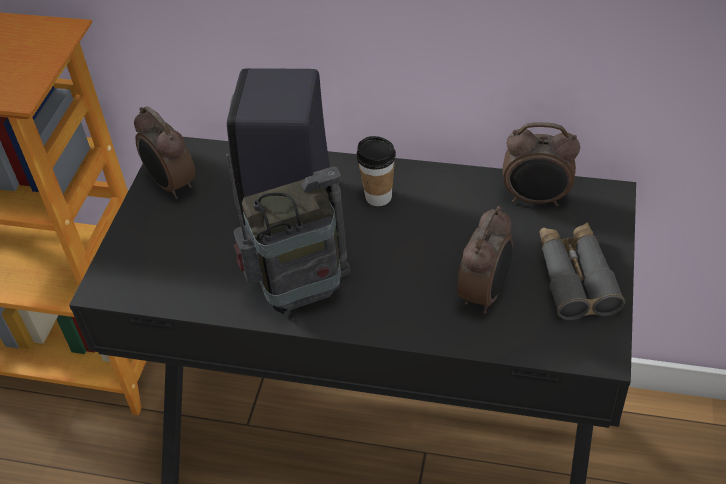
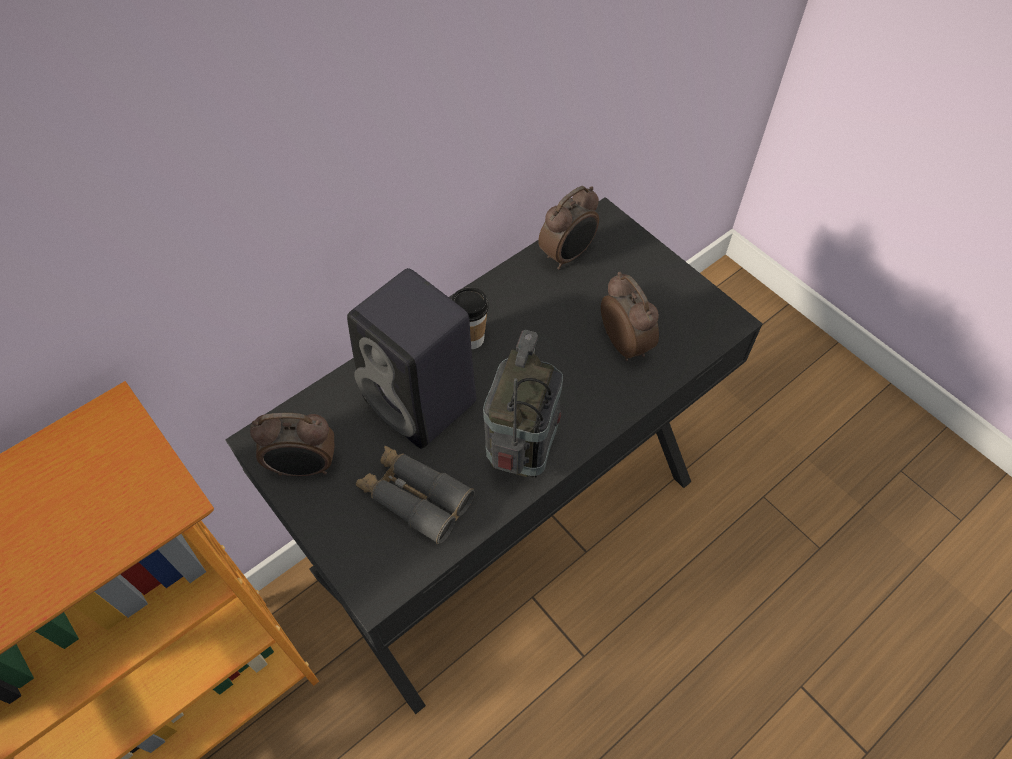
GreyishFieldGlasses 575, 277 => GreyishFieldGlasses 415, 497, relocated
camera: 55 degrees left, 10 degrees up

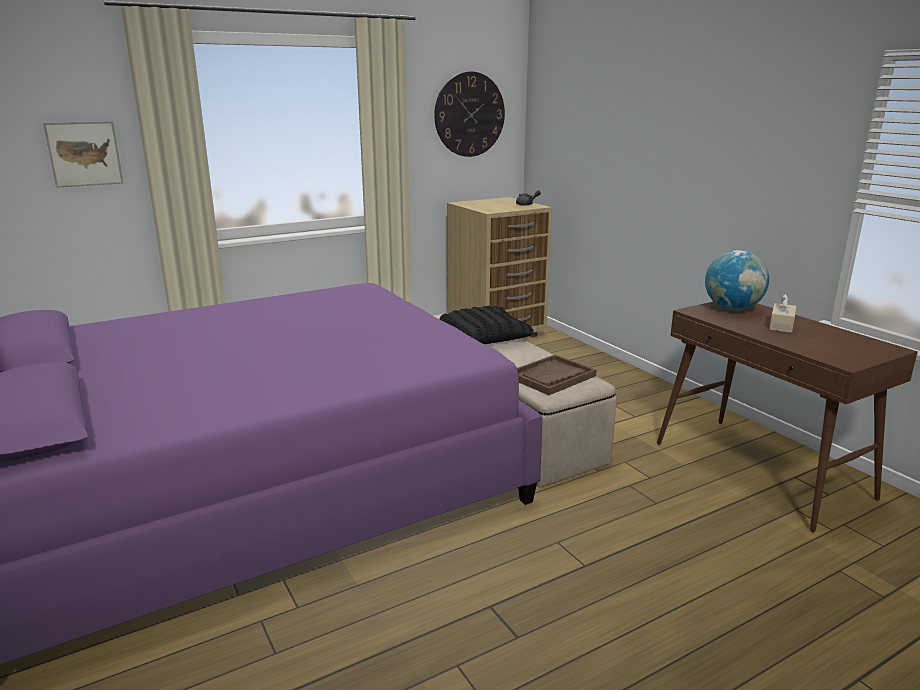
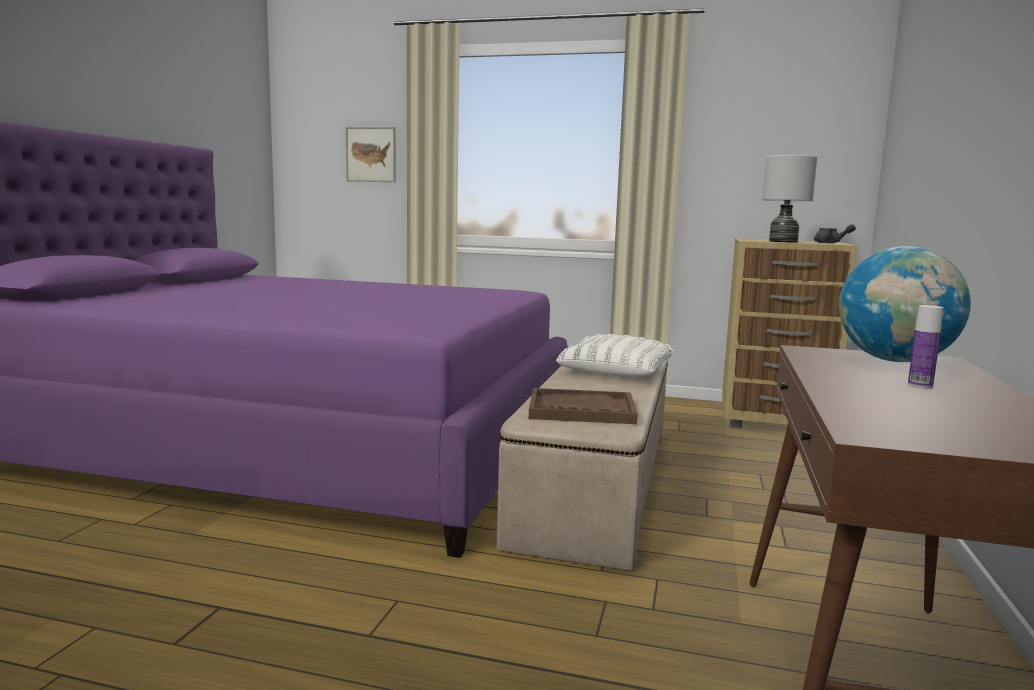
WallClock 469, 114 => nothing
nothing => GreyishTableLamp 783, 242
BeigeColouredBoxOfTissues 781, 325 => BeverageBottle 920, 386
BlackColouredCushion 485, 336 => WhitishCushion 615, 370
camera: 45 degrees right, 10 degrees down

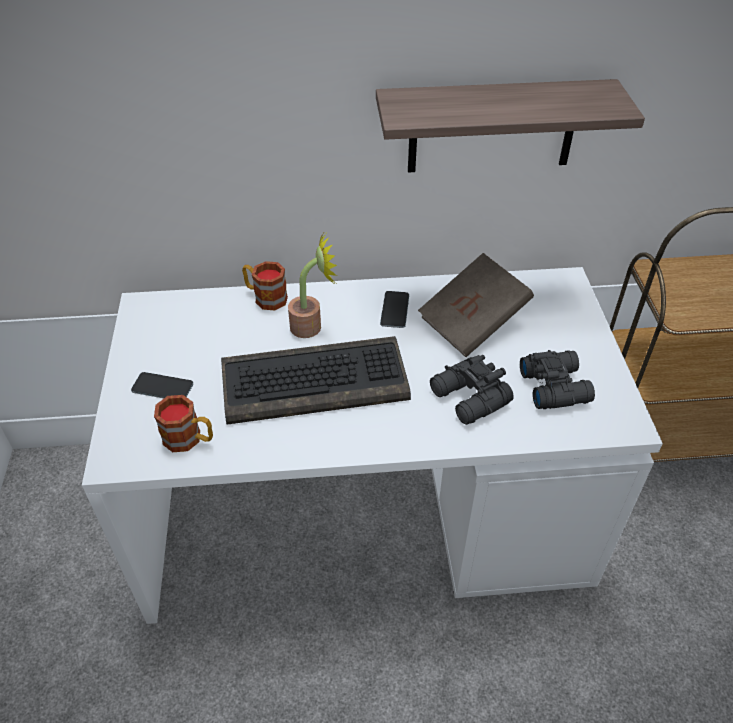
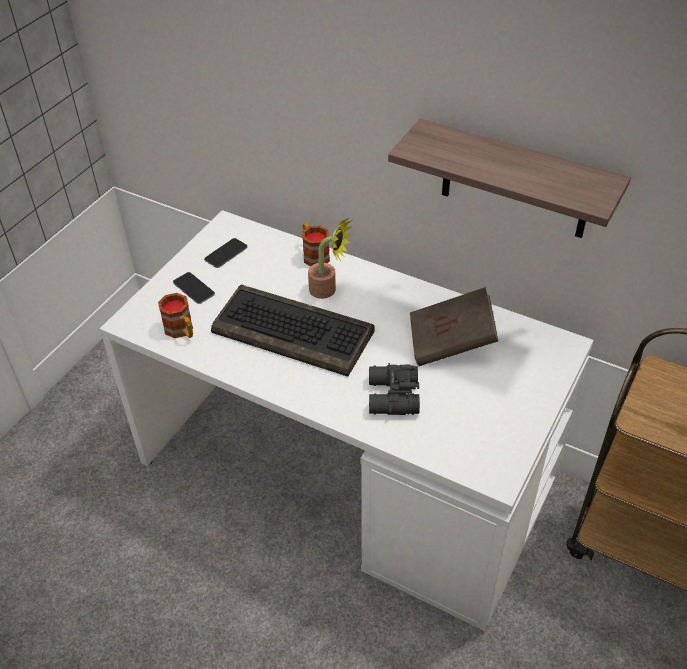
BlackColouredFieldGlasses 555, 385 => nothing
Telephone 395, 310 => Telephone 226, 253, relocated
camera: 35 degrees right, 0 degrees up

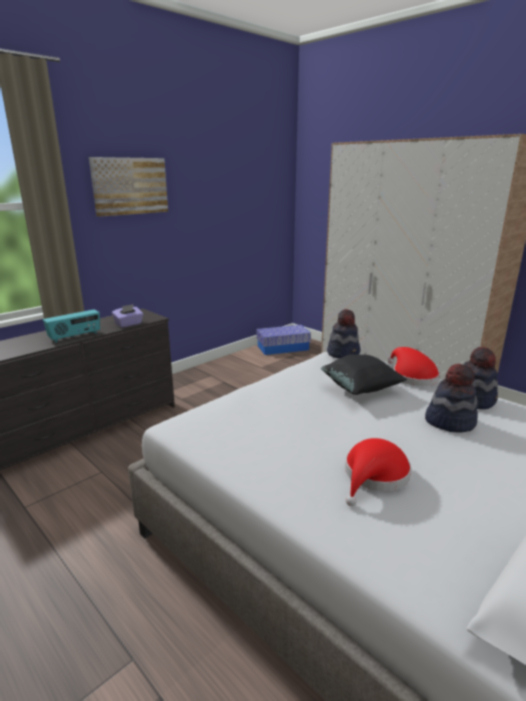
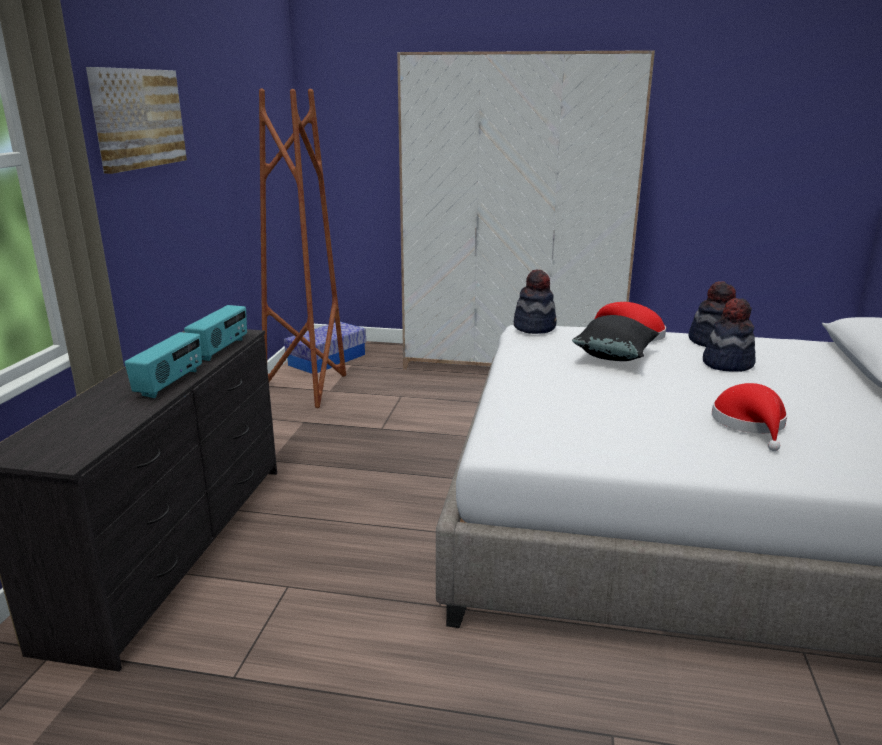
nothing => BrownGarmentStand 309, 389
PurplishBoxOfTissues 129, 324 => RadioReceiver 221, 349
camera: 35 degrees left, 0 degrees up

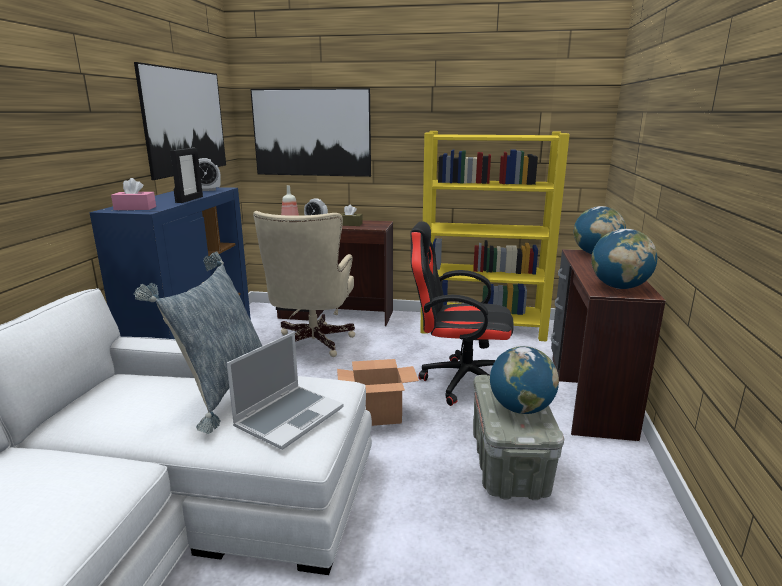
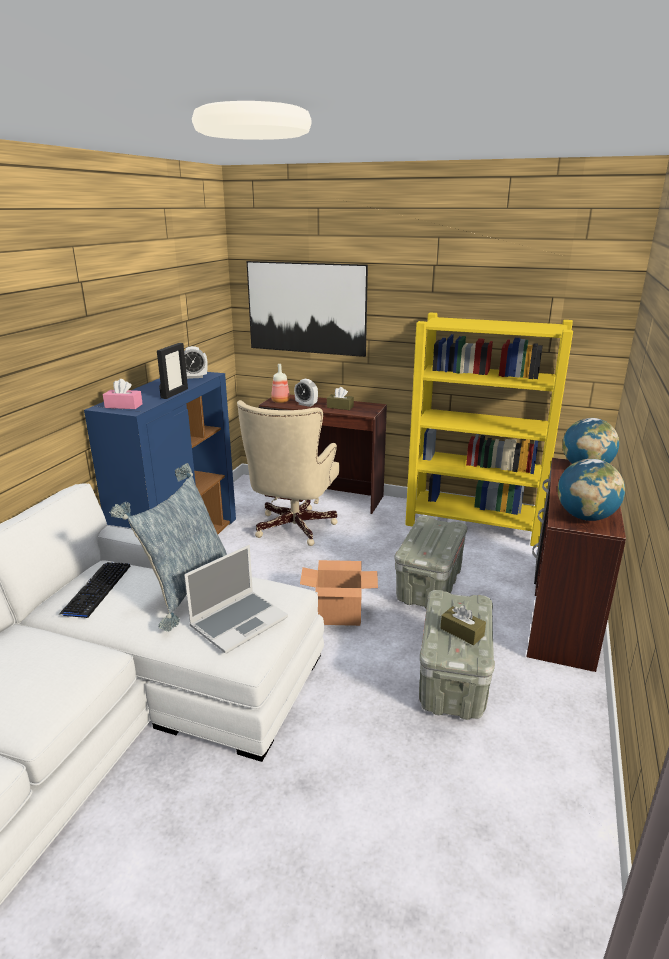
WallArt 186, 121 => nothing
nothing => Keyboard 97, 590
BlackColouredOfficeChair 458, 381 => GreyishStorageBox 428, 585
WorldGlobe 520, 408 => BrownBoxOfTissues 462, 632
camera: 10 degrees right, 5 degrees up

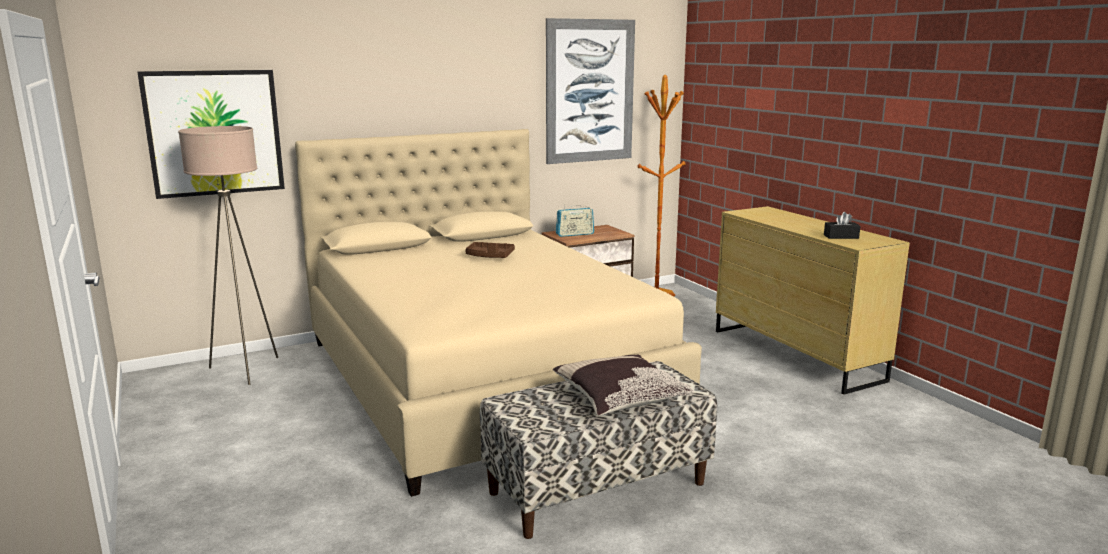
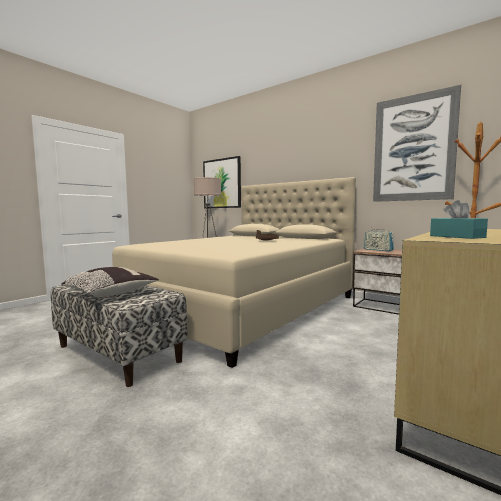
BlackColouredBoxOfTissues 841, 236 => TurquoiseColouredBoxOfTissues 456, 236
camera: 65 degrees right, 10 degrees down

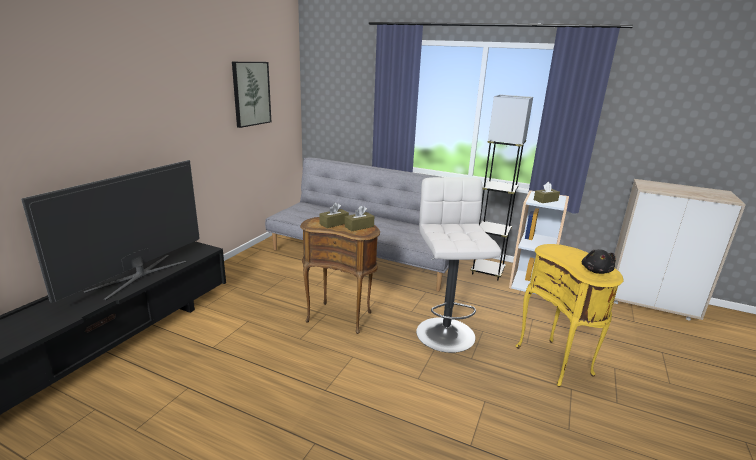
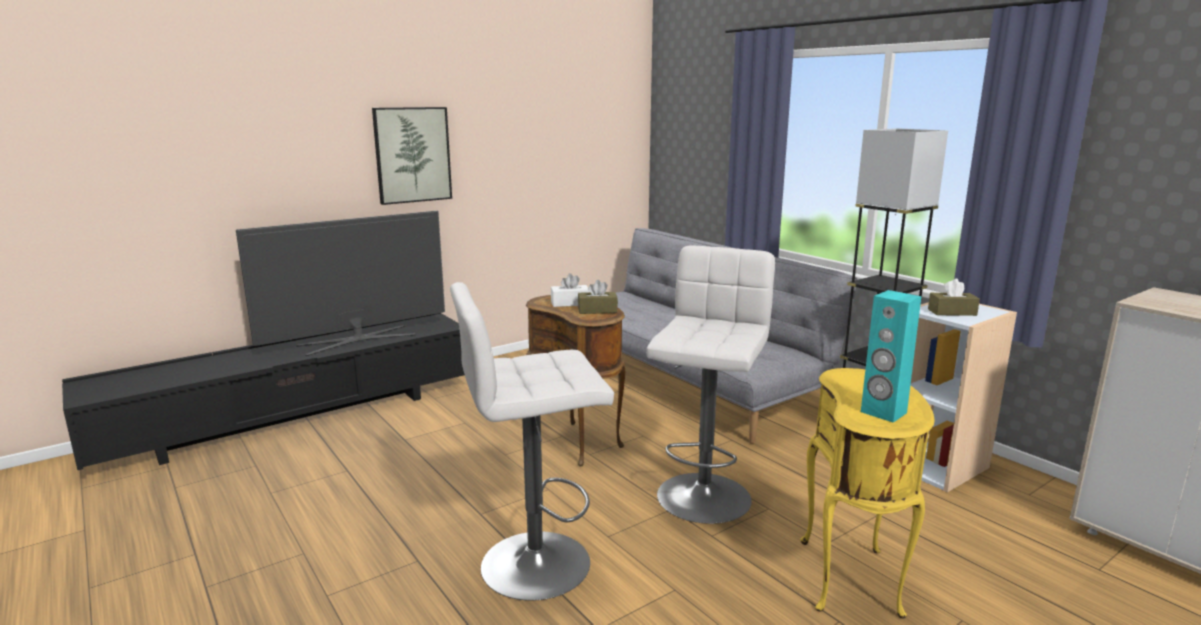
nothing => WhitishStool 534, 564
WallArt 251, 93 => WallArt 412, 155, relocated
BlackColouredCuddlyToy 596, 271 => TurquoiseColouredAudioSpeaker 883, 412
BrownBoxOfTissues 334, 223 => WhitishBoxOfTissues 570, 303
camera: 30 degrees right, 5 degrees down

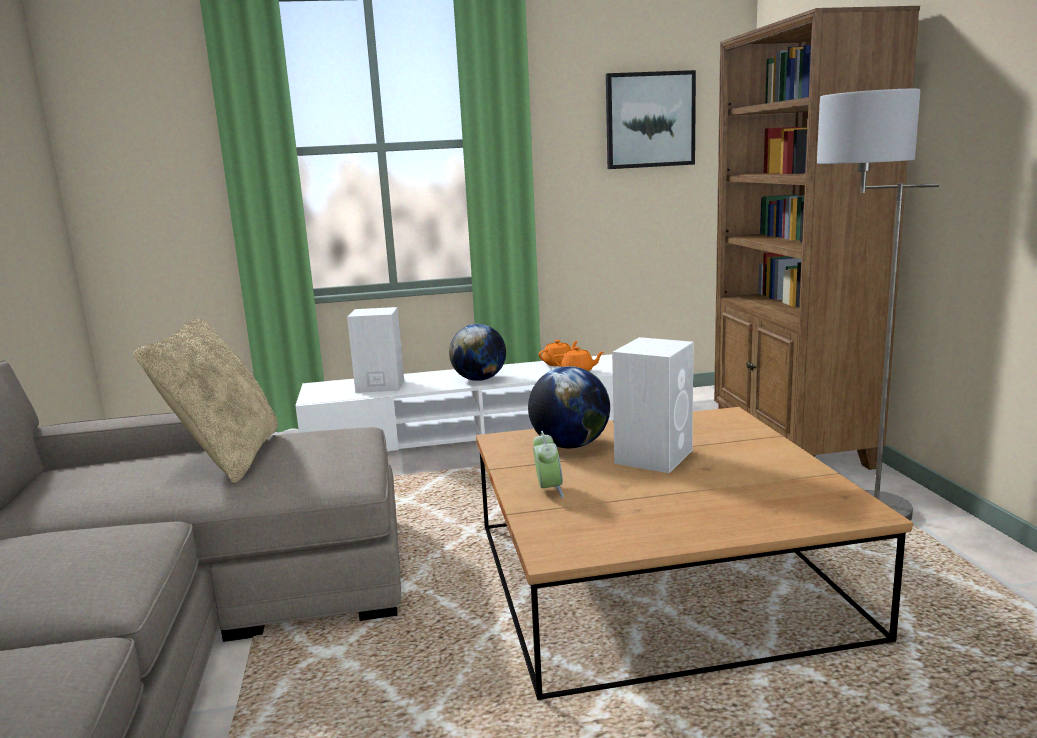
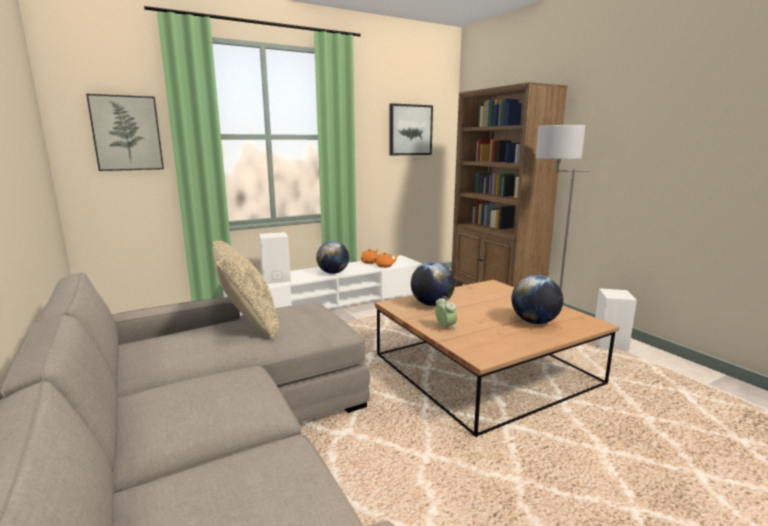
nothing => WallArt 127, 133
nothing => WorldGlobe 535, 322
WhitishAudioSpeaker 654, 456 => WhitishAudioSpeaker 609, 343, relocated
camera: 20 degrees left, 0 degrees up

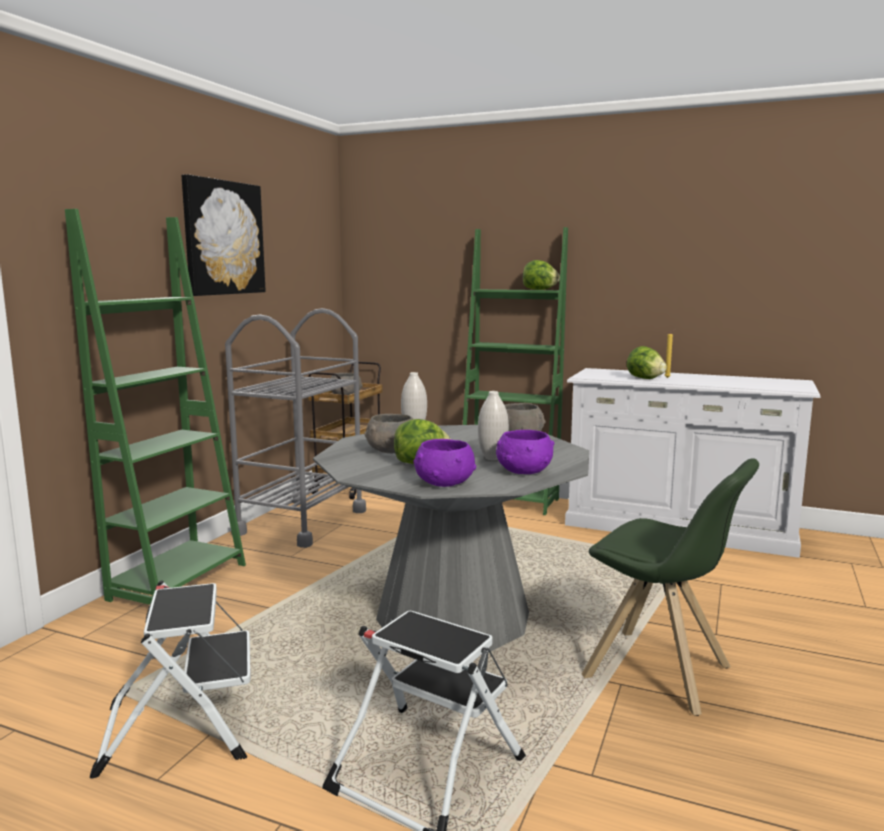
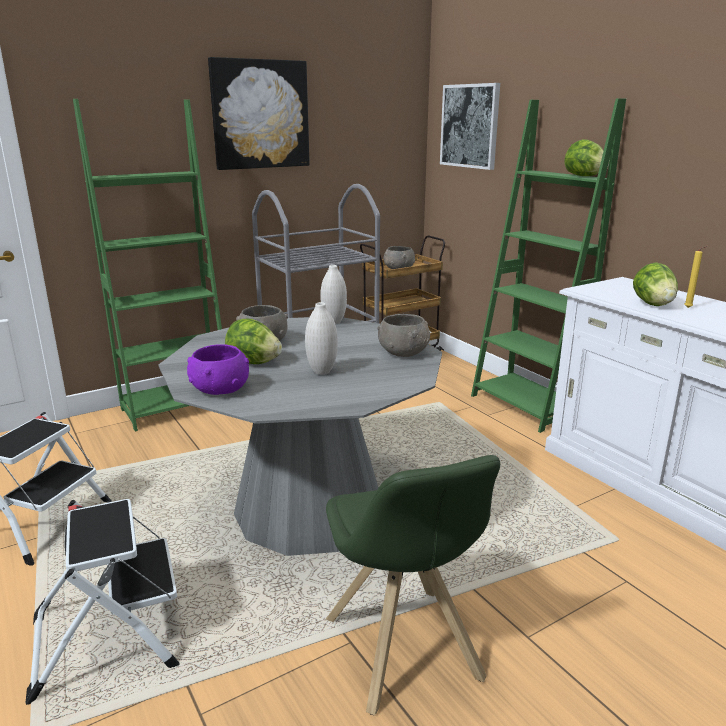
PurplishDeepDish 523, 471 => nothing
nothing => WallArt 470, 126
camera: 35 degrees right, 10 degrees up

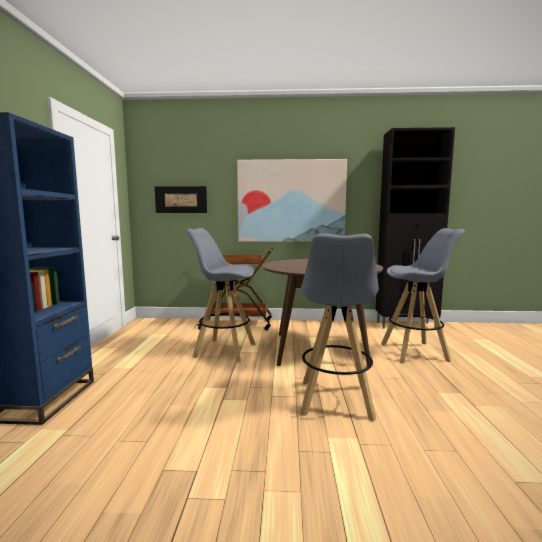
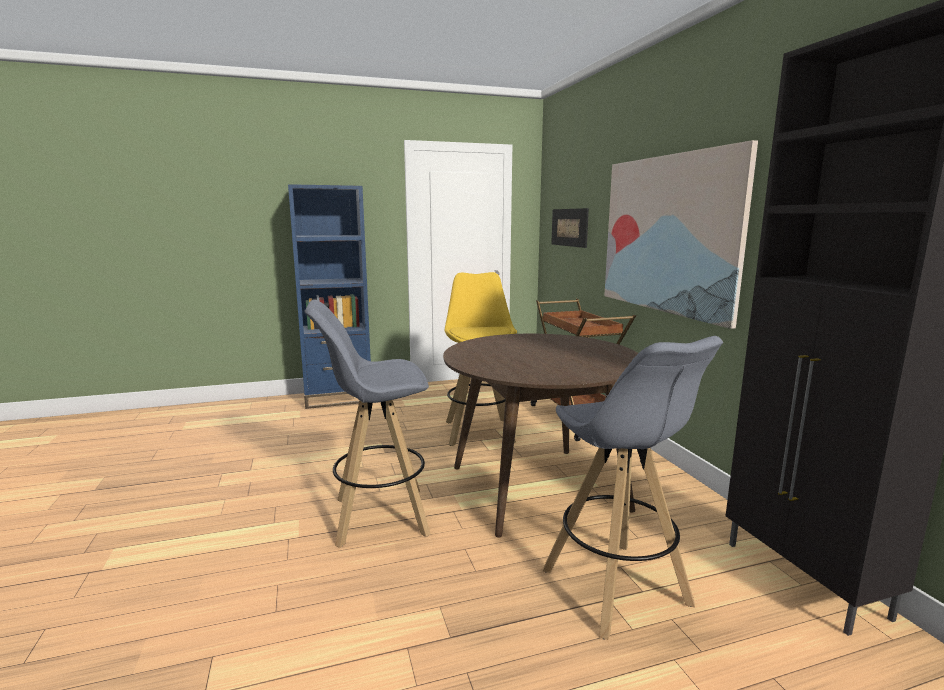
GreyishStool 223, 350 => YellowColouredStool 479, 431
camera: 70 degrees right, 5 degrees up

